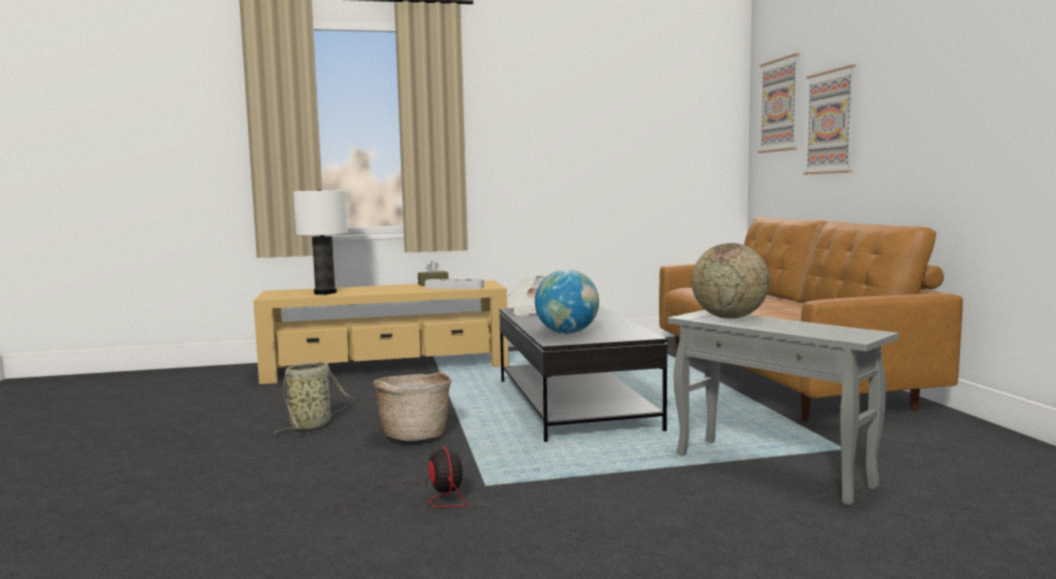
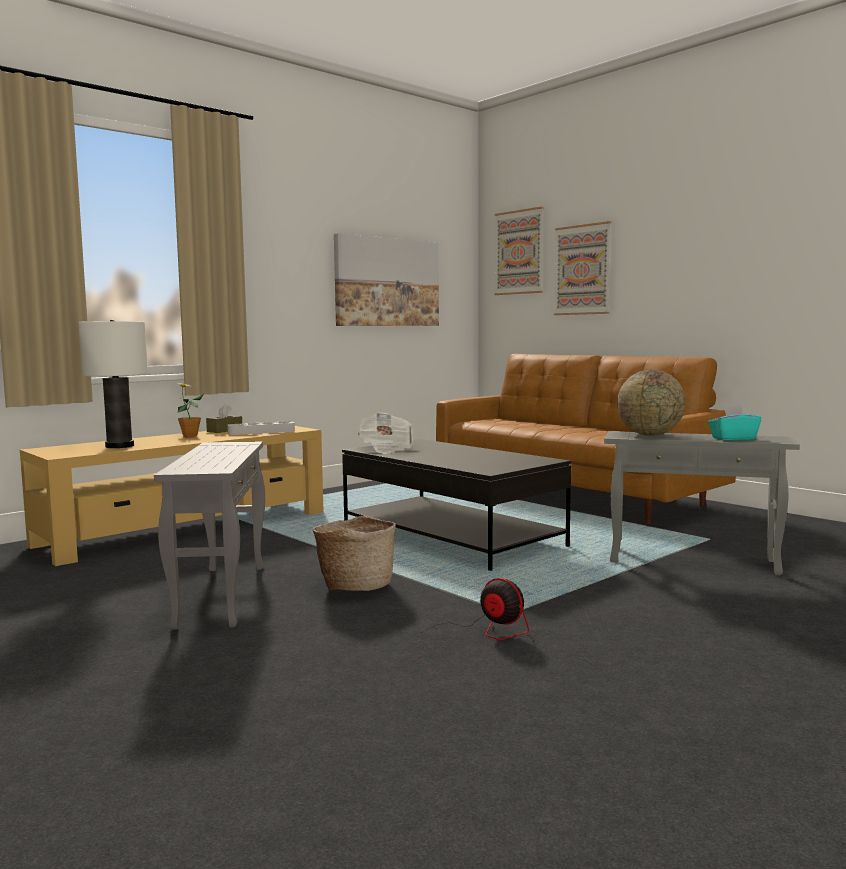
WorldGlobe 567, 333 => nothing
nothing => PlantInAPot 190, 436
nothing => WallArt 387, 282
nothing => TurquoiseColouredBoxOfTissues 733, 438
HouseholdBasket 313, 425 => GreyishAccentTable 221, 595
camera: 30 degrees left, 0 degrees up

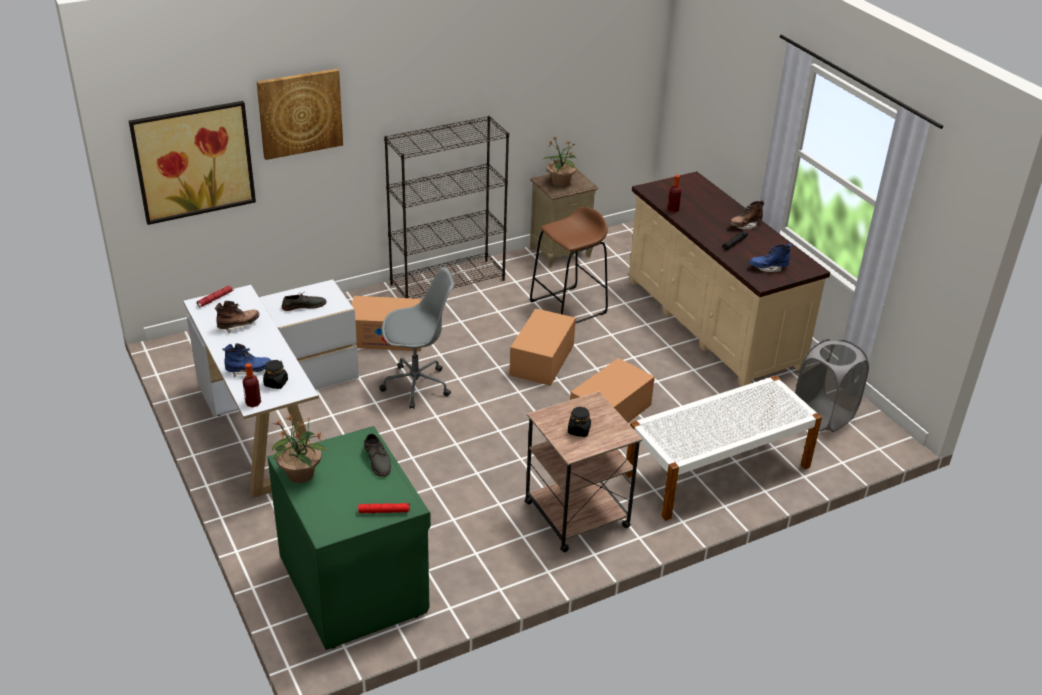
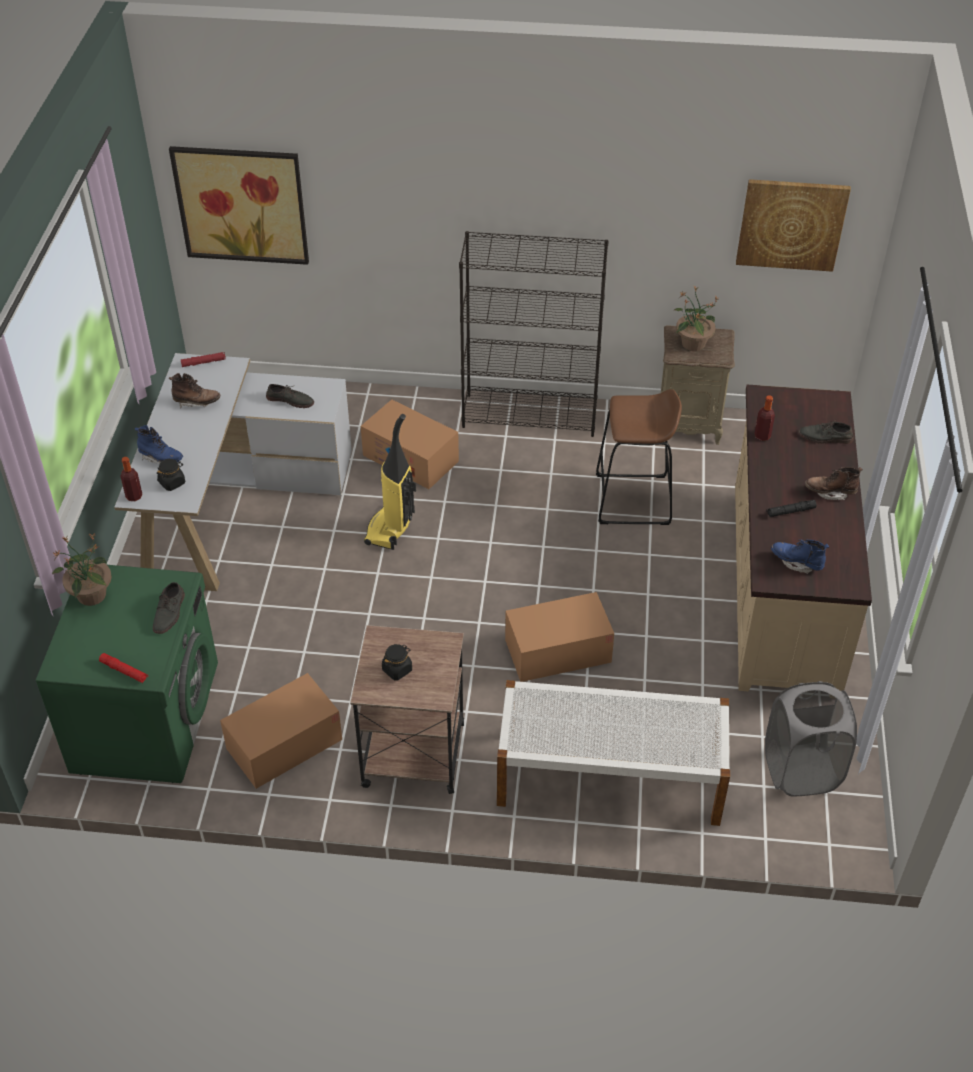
nothing => GreyishLowShoe 825, 437
WallArt 300, 113 => WallArt 791, 224, relocated
Carton 542, 360 => Carton 284, 744, relocated
GreyishOfficeChair 418, 385 => VacuumCleaner 391, 529
camera: 35 degrees right, 10 degrees up

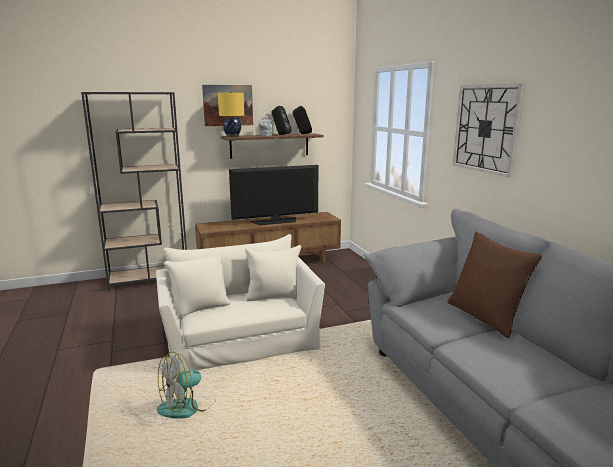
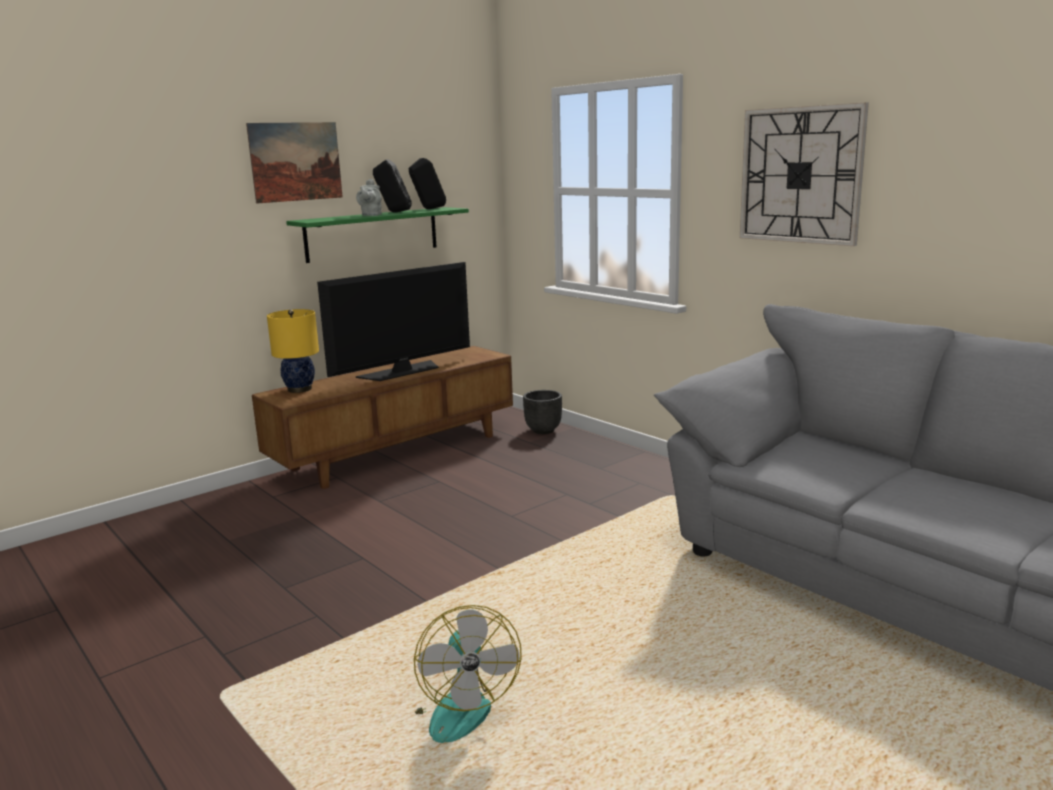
Bookcase 149, 279 => nothing
BeigeColouredLoungeChair 240, 338 => nothing
BrownCushion 485, 317 => nothing
nothing => BlackColouredFlowerPot 543, 430
YellowColouredTableLamp 232, 136 => YellowColouredTableLamp 299, 389, relocated
BrownWallShelf 269, 145 => GreenishWallShelf 372, 234
Fan 187, 406 => Fan 456, 707, 45 degrees counterclockwise
camera: 20 degrees left, 0 degrees up

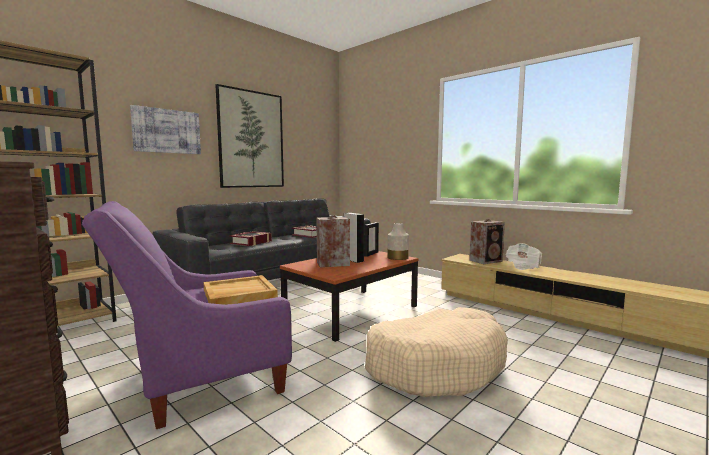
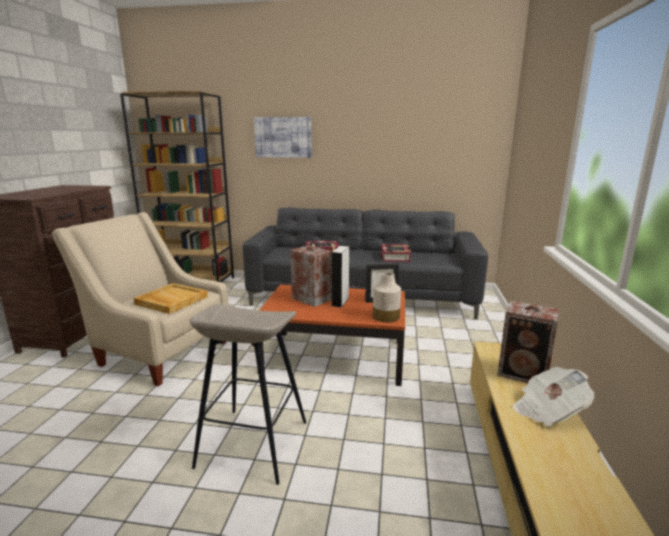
WallArt 251, 139 => nothing
BeigeColouredPetBed 435, 365 => GreyishStool 252, 444
PurplishLoungeChair 200, 380 => BeigeColouredLoungeChair 158, 351
camera: 55 degrees right, 10 degrees up

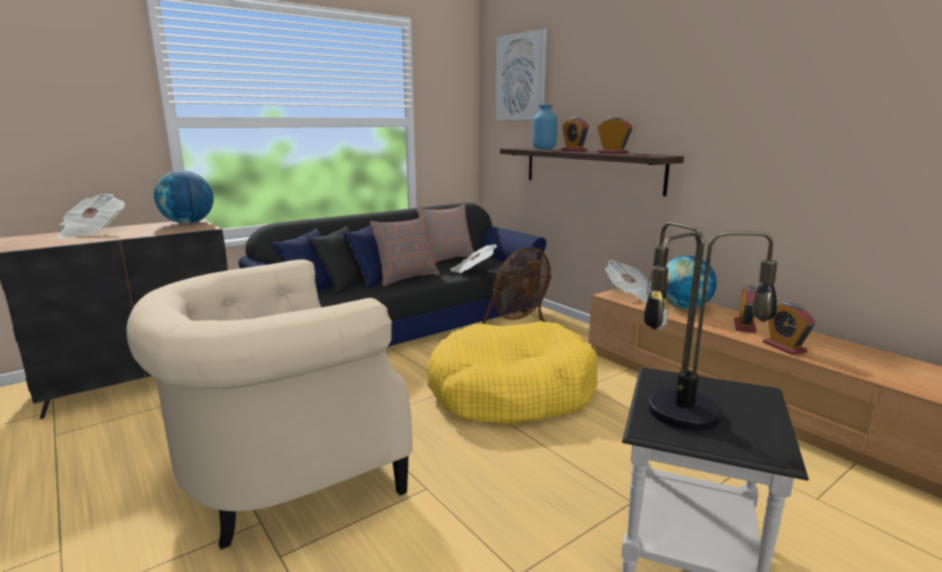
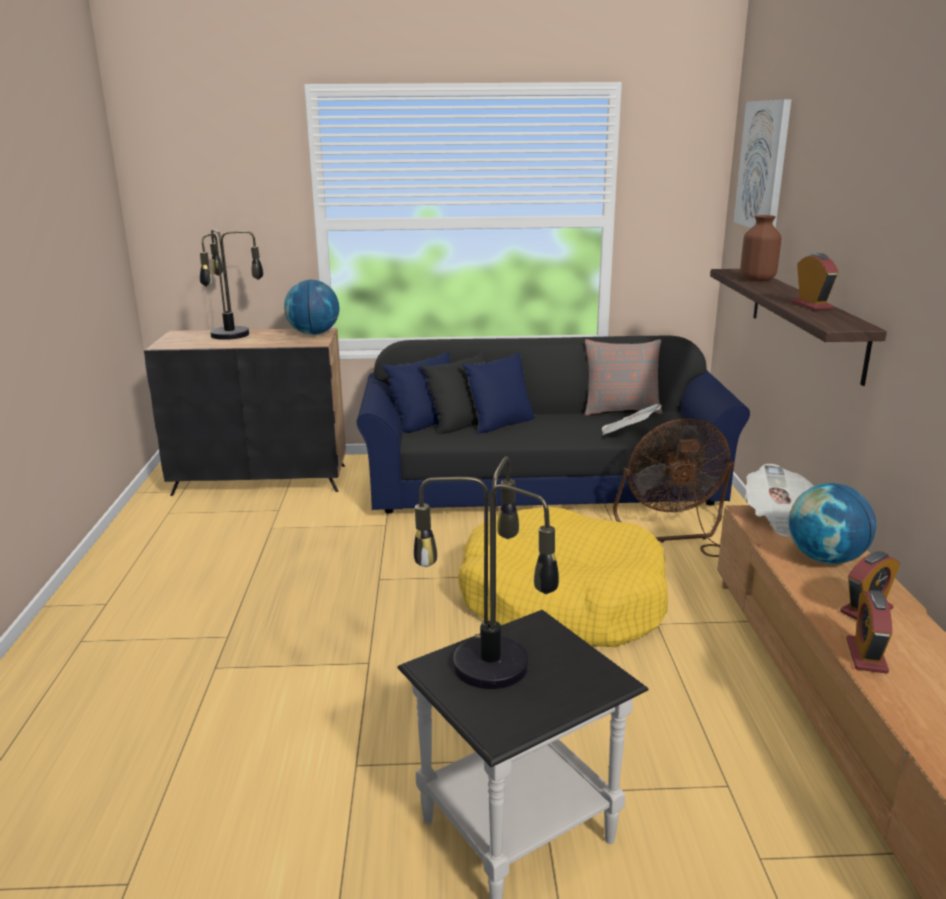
BeigeColouredLoungeChair 285, 479 => nothing
GreyishCushion 407, 278 => nothing
TableClock 574, 150 => nothing
Newspaper 92, 232 => TableLamp 231, 335
BluishFlowerVase 543, 149 => BrownFlowerVase 756, 280
camera: 35 degrees right, 5 degrees up

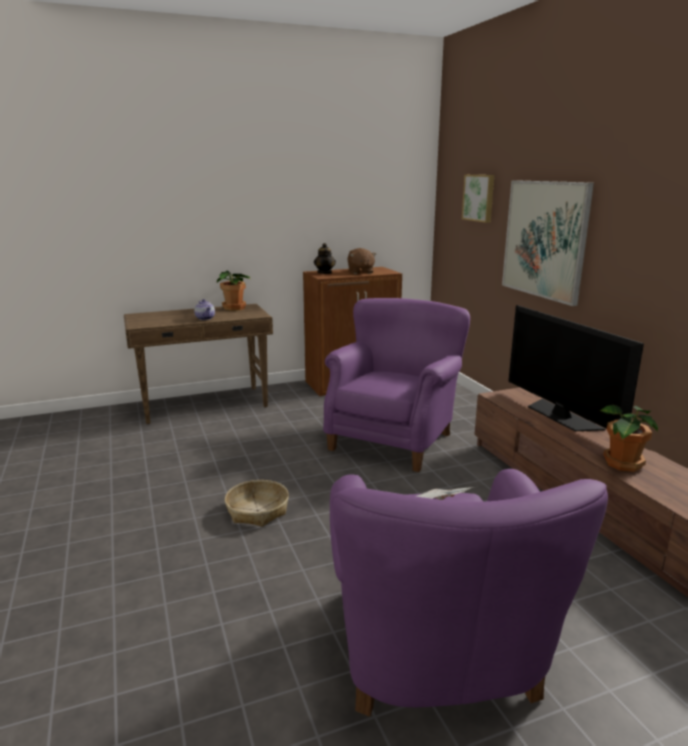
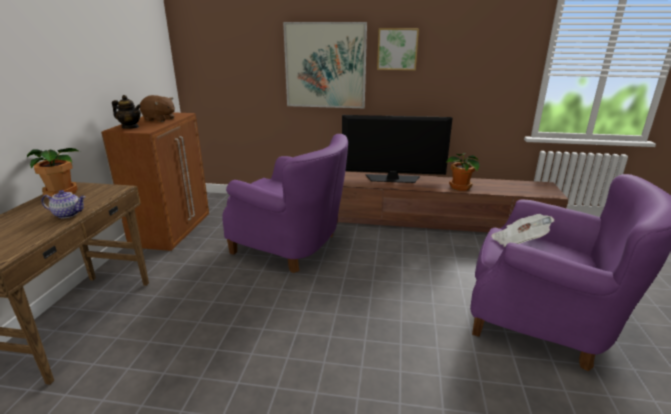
HouseholdBasket 257, 510 => nothing
WallArt 479, 198 => WallArt 397, 49, relocated
PurplishLoungeChair 393, 438 => PurplishLoungeChair 290, 246, 150 degrees clockwise
camera: 60 degrees left, 5 degrees up

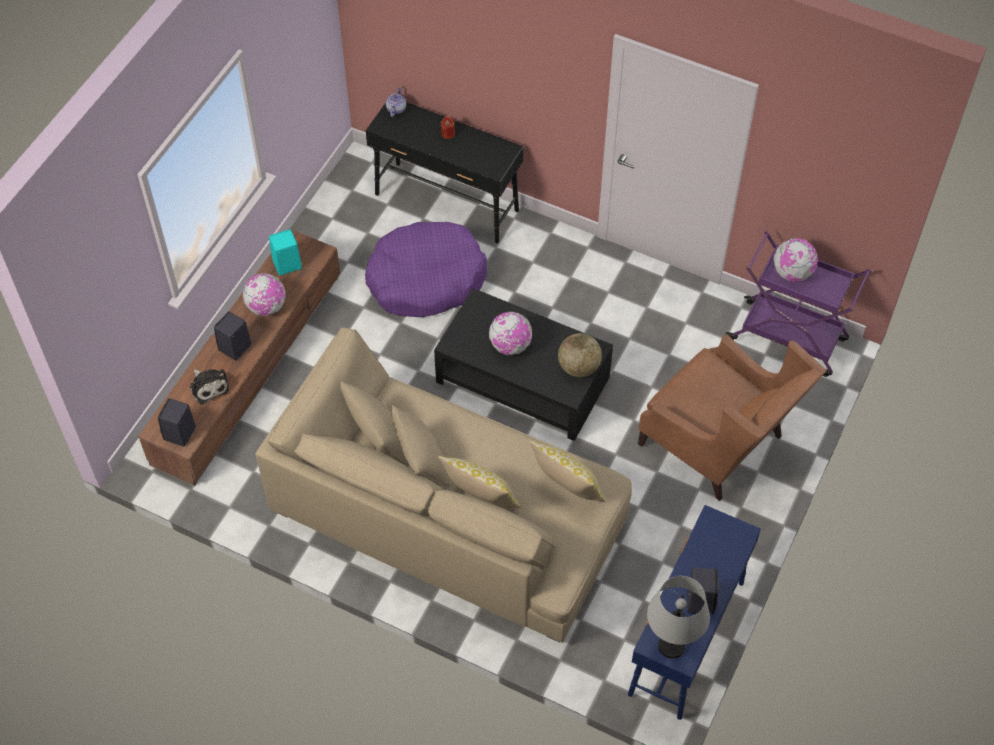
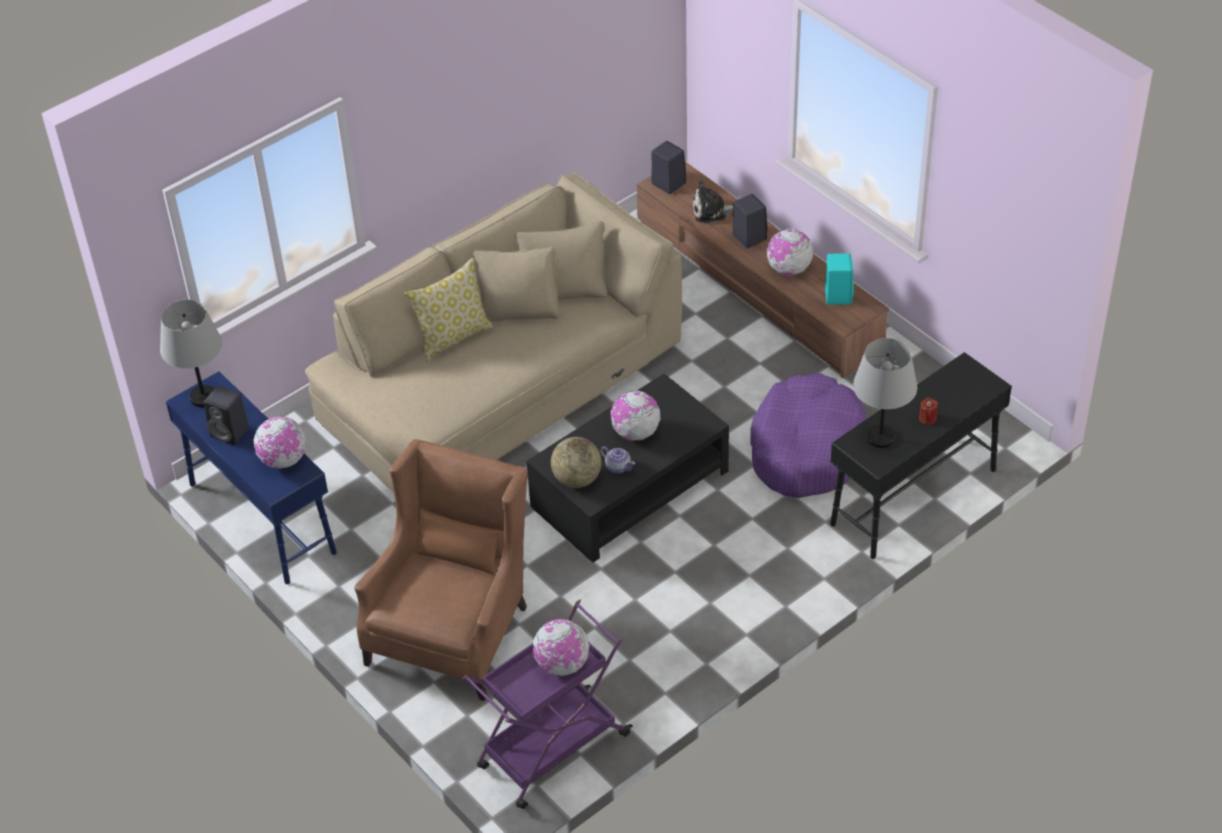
Cushion 567, 489 => nothing
nothing => WorldGlobe 283, 460
nothing => GreyishTableLamp 881, 437
TeaPot 396, 109 => TeaPot 618, 467, relocated
BrownLoungeChair 719, 445 => BrownLoungeChair 453, 627, 135 degrees clockwise
camera: 115 degrees right, 10 degrees down

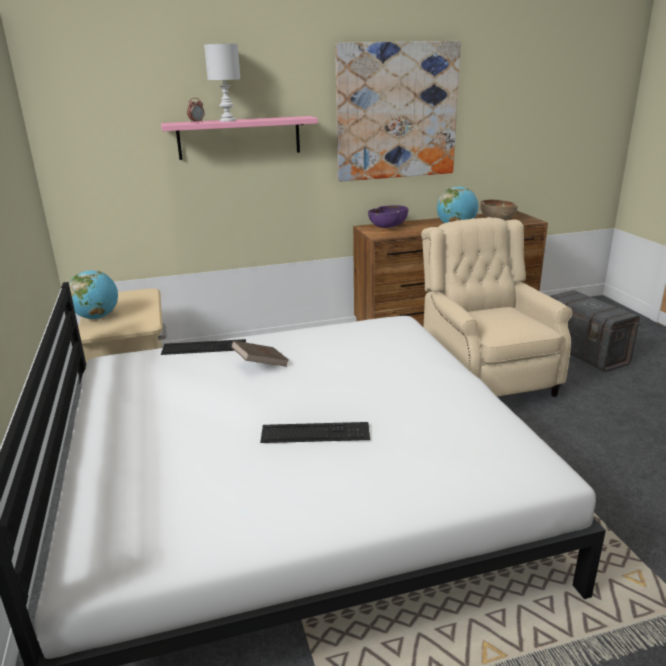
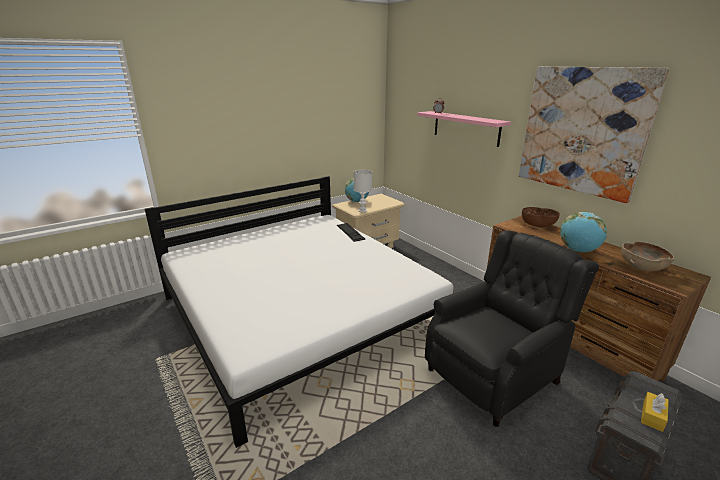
BrownBoundBook 260, 365 => nothing
Keyboard 315, 433 => nothing
nothing => YellowColouredBoxOfTissues 652, 416
WhitishTableLamp 227, 121 => WhitishTableLamp 362, 210, relocated
PurplishDeepDish 388, 227 => BrownDeepDish 537, 226
BeigeColouredLoungeChair 485, 377 => BlackColouredLoungeChair 493, 375
camera: 70 degrees right, 0 degrees up

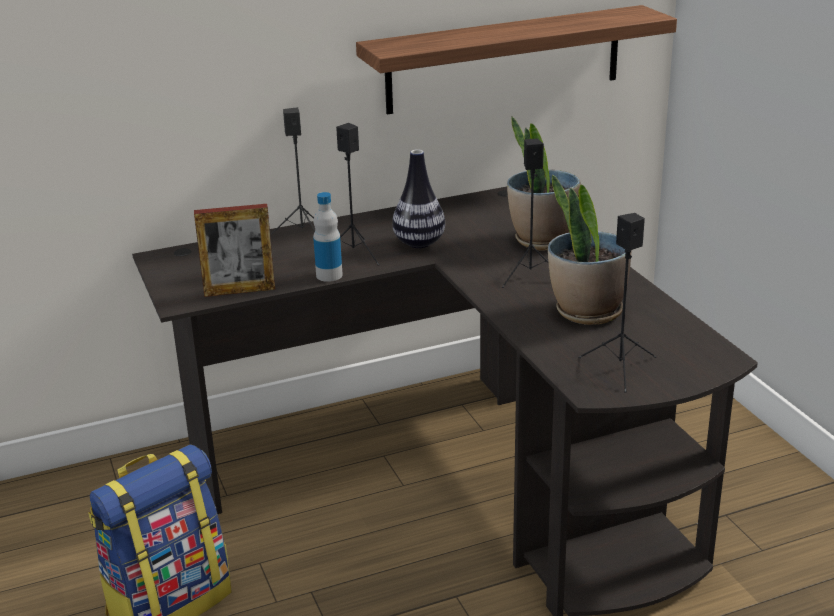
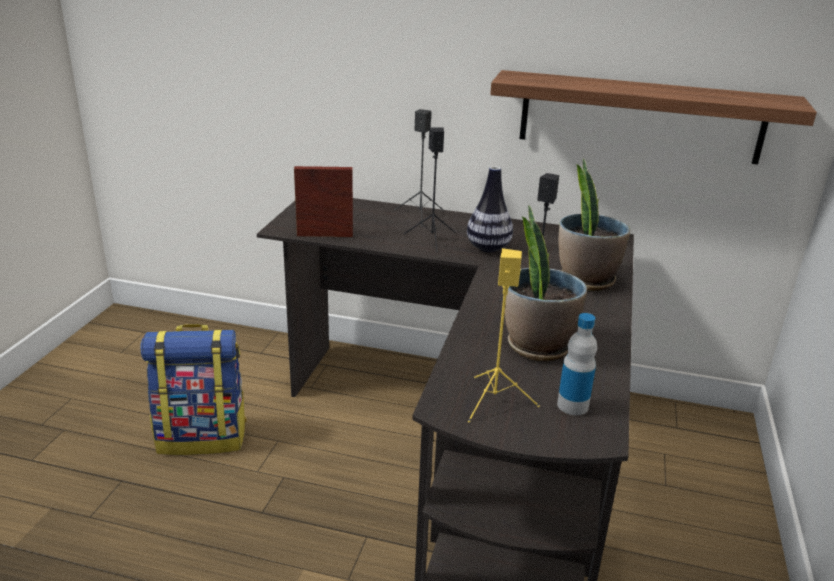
BeverageBottle 329, 275 => BeverageBottle 572, 405, relocated
BlackColouredAudioSpeaker 620, 369 => YellowColouredAudioSpeaker 494, 401
PhotoFrame 239, 291 => PhotoFrame 325, 235, 150 degrees clockwise
camera: 35 degrees right, 0 degrees up

